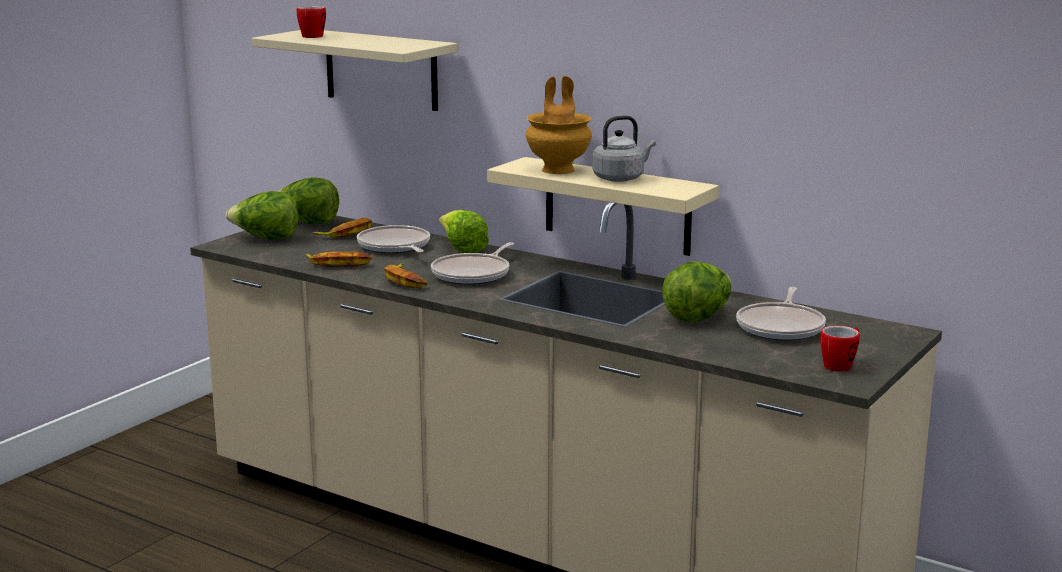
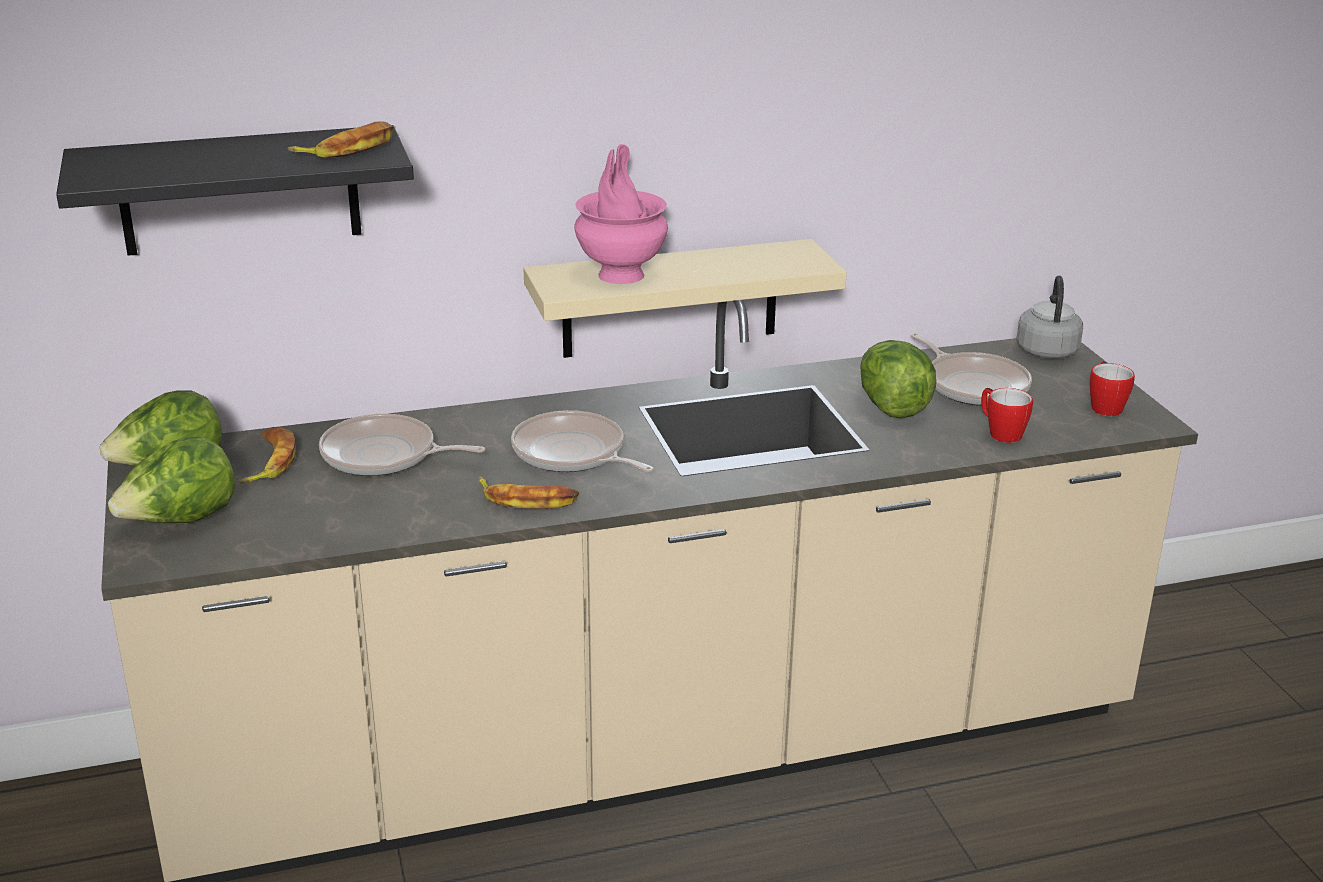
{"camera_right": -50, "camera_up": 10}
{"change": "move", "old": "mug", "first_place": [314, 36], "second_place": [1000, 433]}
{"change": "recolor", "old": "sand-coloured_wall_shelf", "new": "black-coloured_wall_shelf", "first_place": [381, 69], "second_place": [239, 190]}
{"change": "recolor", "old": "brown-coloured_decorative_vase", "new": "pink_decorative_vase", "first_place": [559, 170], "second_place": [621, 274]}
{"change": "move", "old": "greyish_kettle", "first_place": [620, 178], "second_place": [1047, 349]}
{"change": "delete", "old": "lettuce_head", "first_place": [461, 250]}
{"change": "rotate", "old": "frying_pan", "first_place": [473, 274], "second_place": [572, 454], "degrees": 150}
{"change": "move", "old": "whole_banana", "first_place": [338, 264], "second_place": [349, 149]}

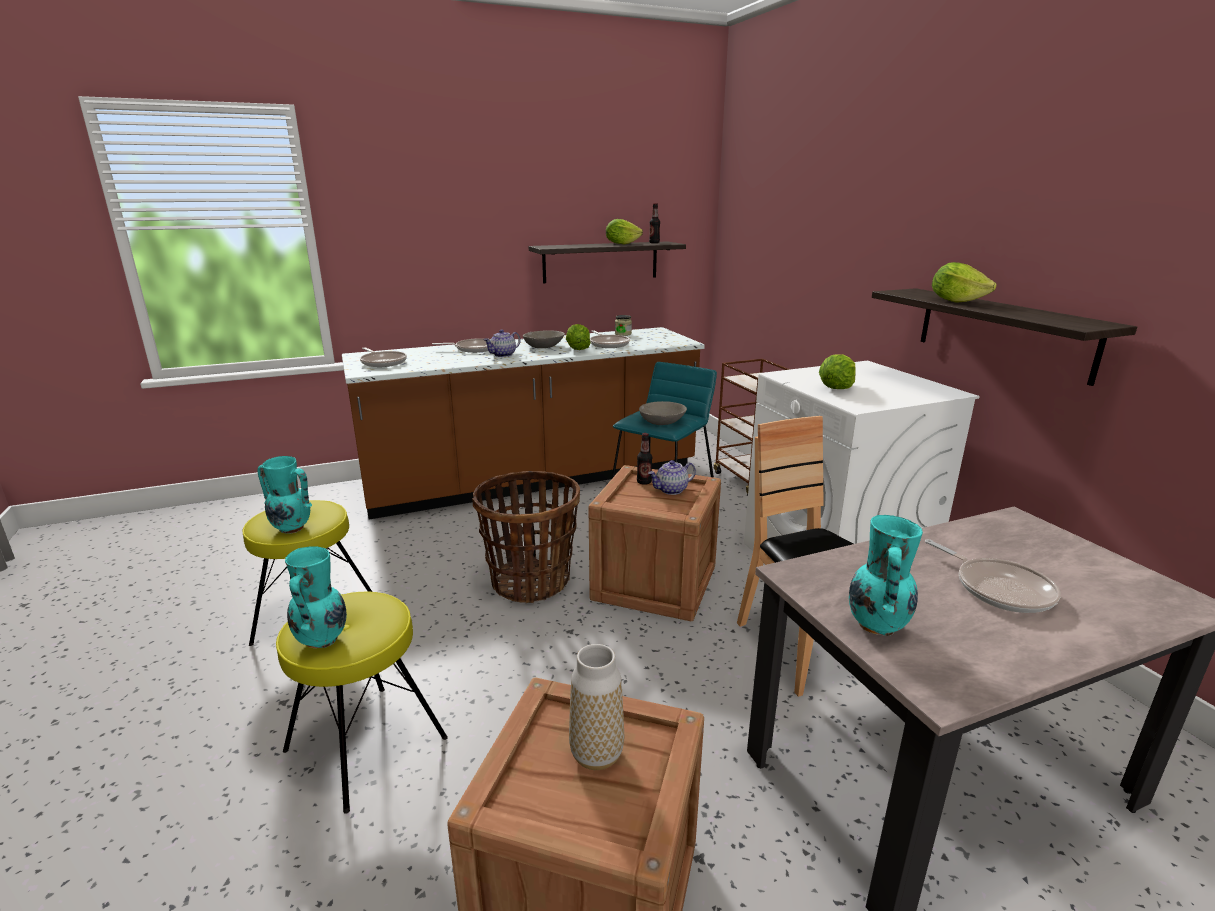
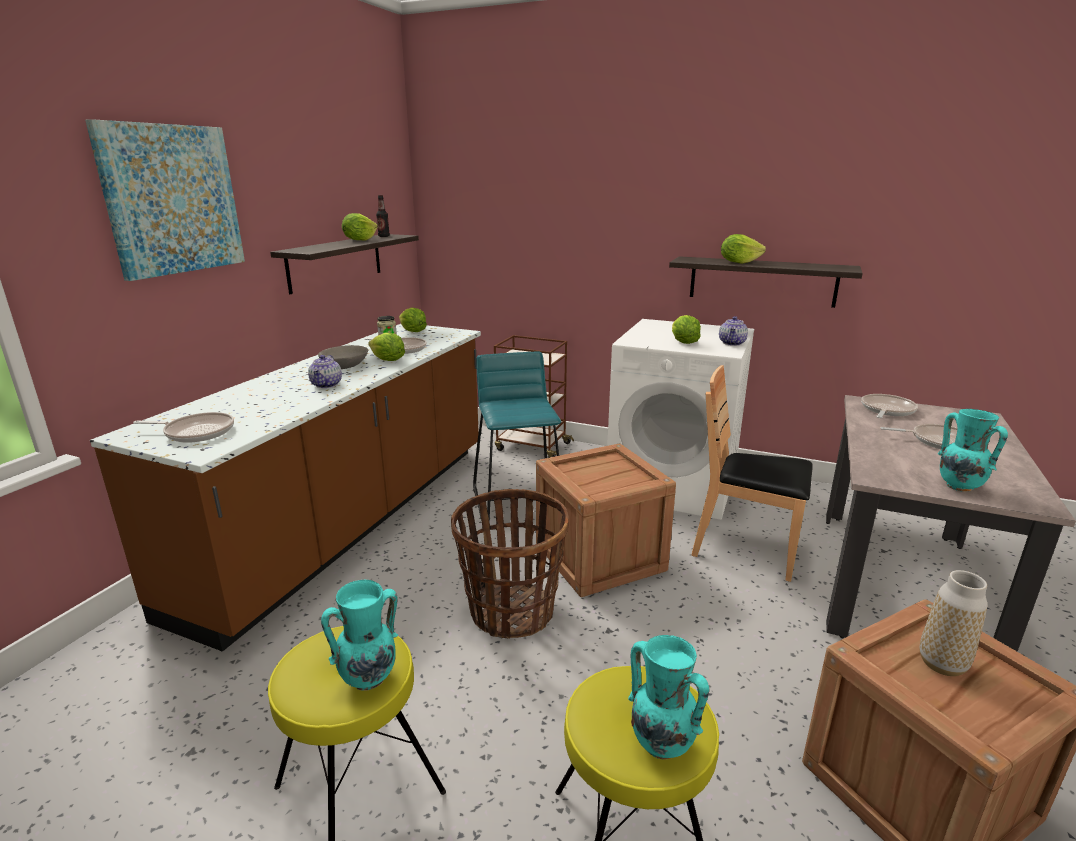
{"camera_right": -45, "camera_up": 0}
{"change": "move", "old": "frying_pan", "first_place": [473, 349], "second_place": [886, 410]}
{"change": "delete", "old": "greyish_bowl", "first_place": [662, 421]}
{"change": "delete", "old": "drink_bottle", "first_place": [644, 482]}
{"change": "move", "old": "tea_pot", "first_place": [671, 490], "second_place": [732, 343]}
{"change": "insert", "new": "picture", "second_place": [172, 200]}
{"change": "insert", "new": "lettuce_head", "second_place": [412, 332]}

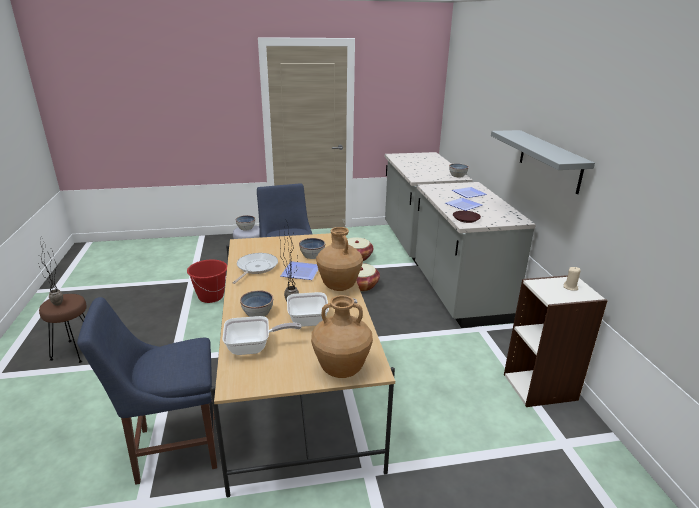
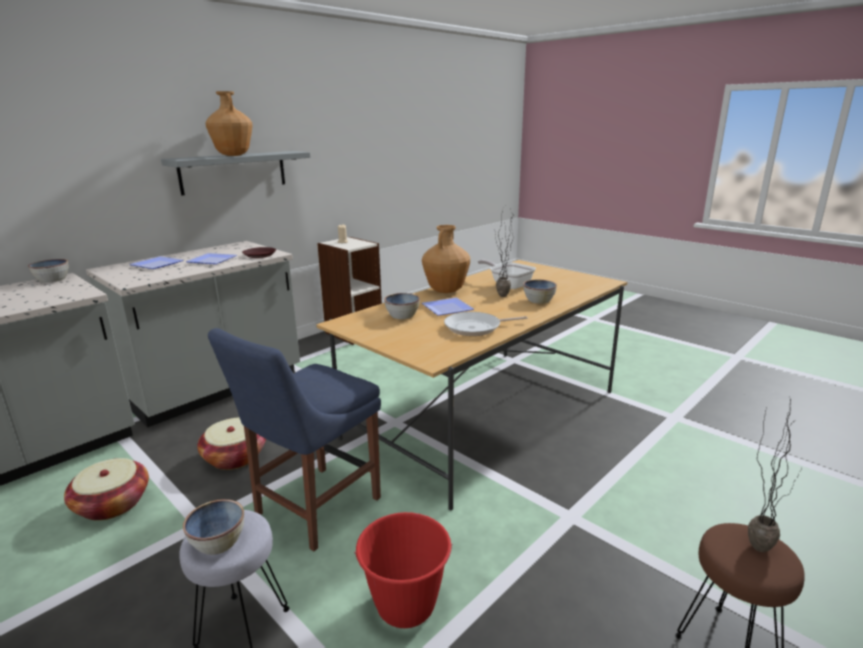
{"camera_right": -125, "camera_up": -5}
{"change": "move", "old": "brown-coloured_decorative_vase", "first_place": [342, 370], "second_place": [233, 155]}
{"change": "delete", "old": "bluish_plain_chair", "first_place": [172, 448]}
{"change": "delete", "old": "frying_pan", "first_place": [254, 347]}

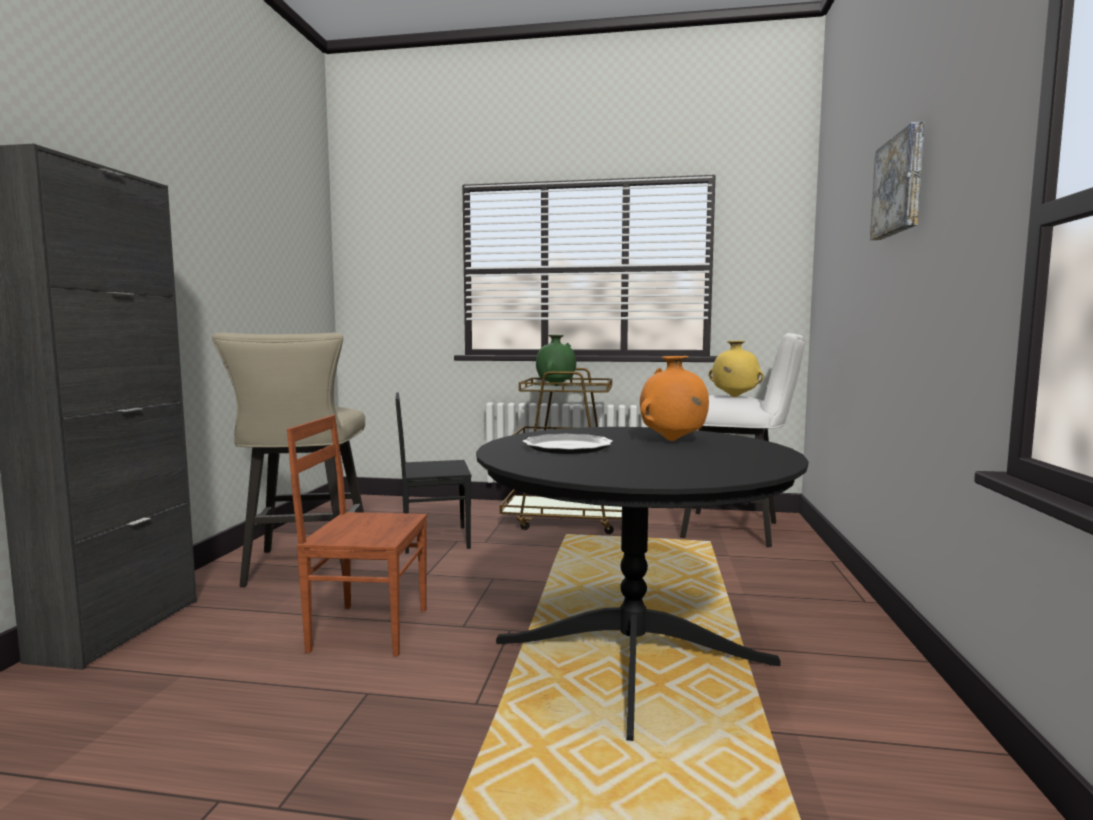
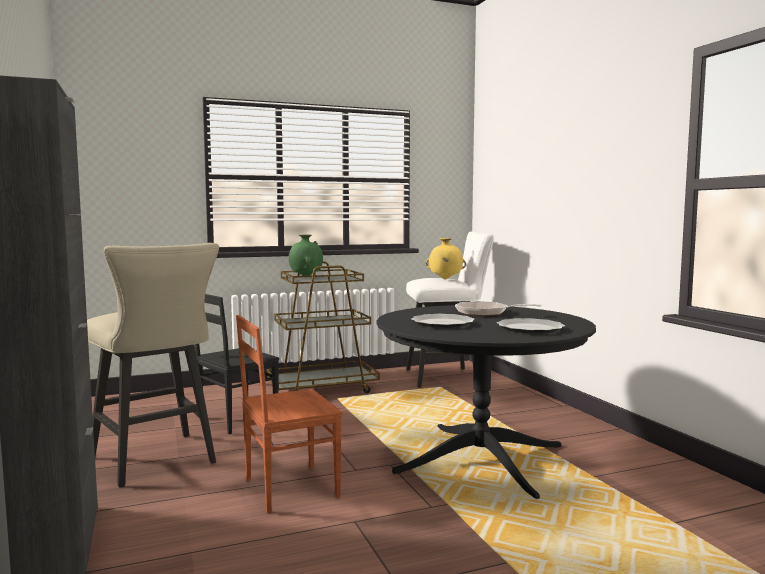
{"camera_right": -30, "camera_up": 0}
{"change": "delete", "old": "picture", "first_place": [901, 185]}
{"change": "replace", "old": "orange_decorative_vase", "new": "frying_pan", "first_place": [672, 440], "second_place": [486, 313]}
{"change": "insert", "new": "plate", "second_place": [530, 328]}

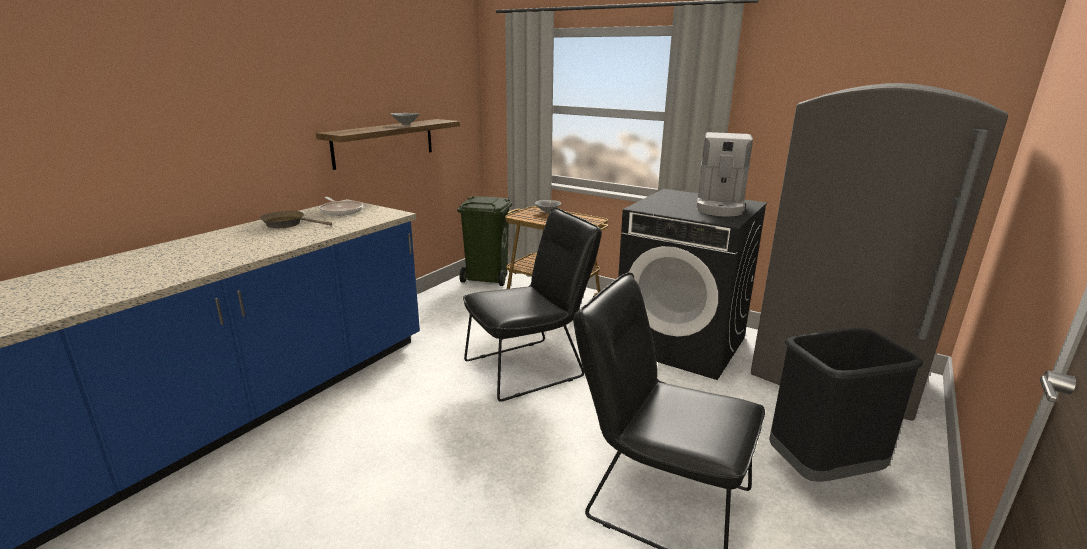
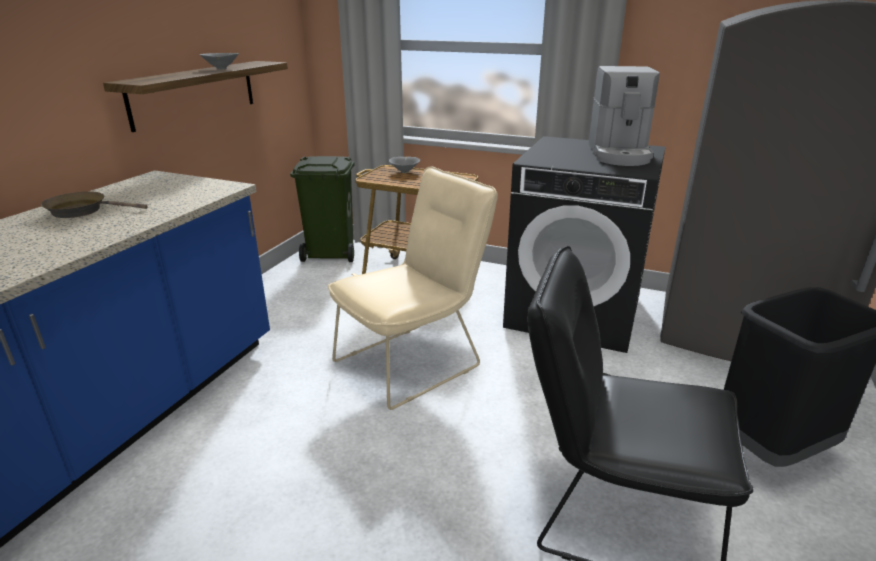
{"camera_right": -10, "camera_up": 5}
{"change": "delete", "old": "frying_pan", "first_place": [341, 211]}
{"change": "recolor", "old": "black-coloured_plain_chair", "new": "sand-coloured_plain_chair", "first_place": [531, 367], "second_place": [415, 360]}

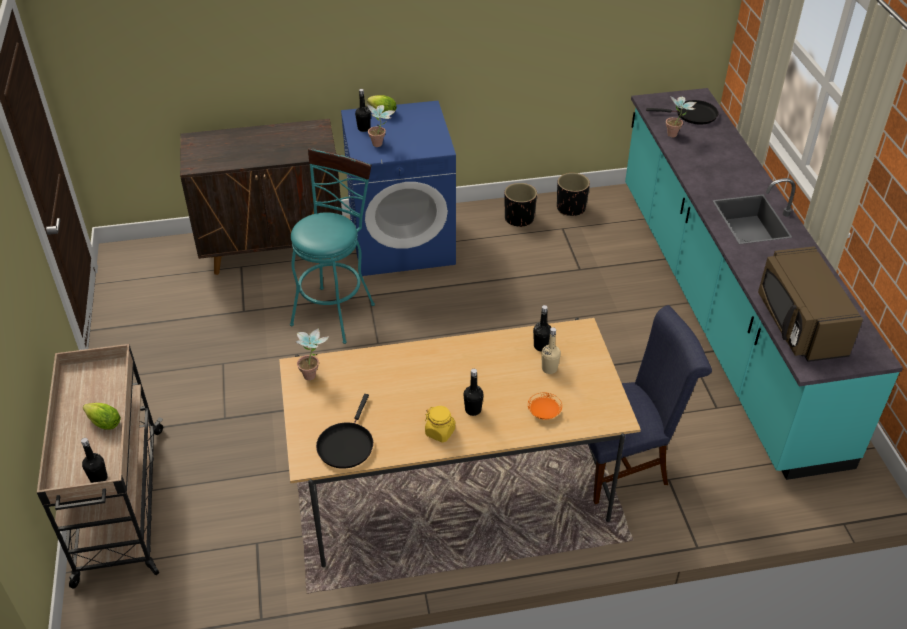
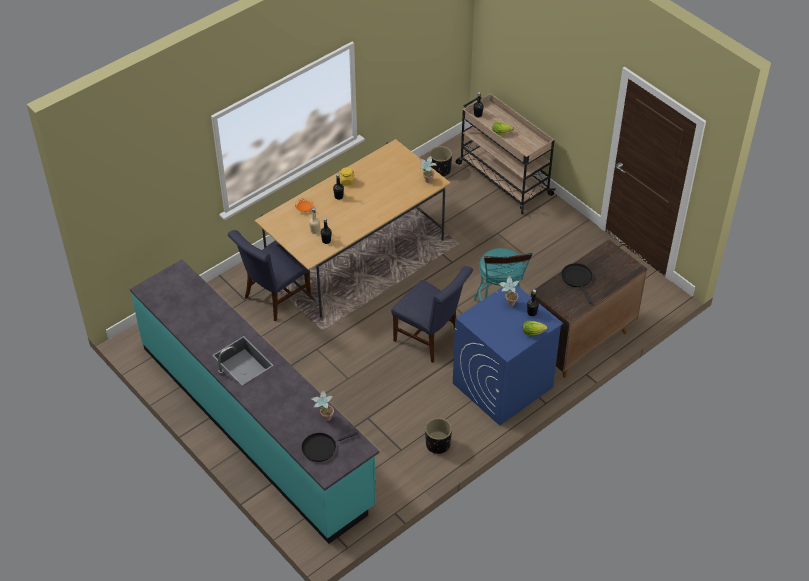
{"camera_right": 150, "camera_up": 5}
{"change": "move", "old": "black-coloured_planter", "first_place": [571, 208], "second_place": [440, 170]}
{"change": "delete", "old": "brown-coloured_microwave", "first_place": [799, 324]}
{"change": "move", "old": "black-coloured_frying_pan", "first_place": [346, 444], "second_place": [577, 279]}
{"change": "insert", "new": "bluish_plain_chair", "second_place": [431, 339]}

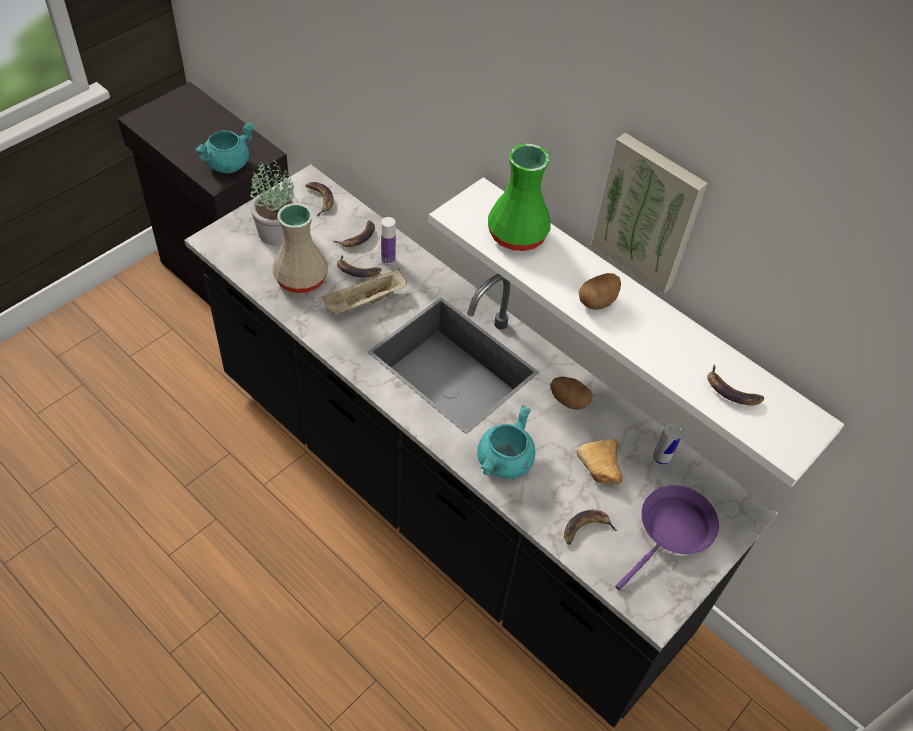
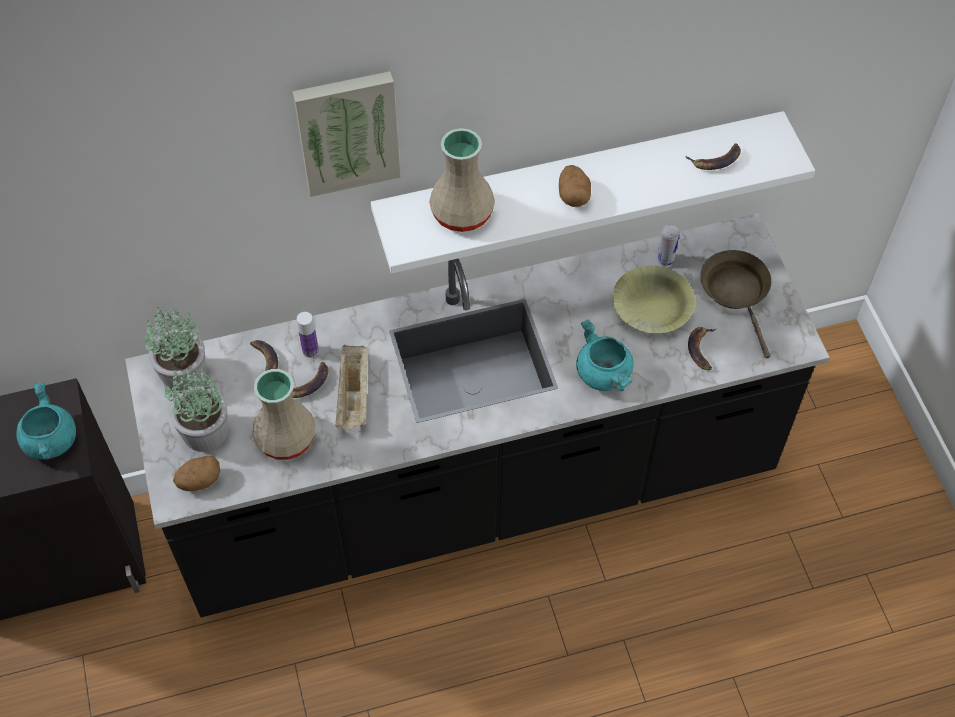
{"camera_right": -55, "camera_up": 5}
{"change": "move", "old": "picture", "first_place": [649, 212], "second_place": [347, 131]}
{"change": "recolor", "old": "green-coloured_decorative_vase", "new": "sand-coloured_decorative_vase", "first_place": [517, 236], "second_place": [463, 213]}
{"change": "replace", "old": "whole_banana", "new": "potted_plant", "first_place": [319, 199], "second_place": [185, 373]}
{"change": "move", "old": "spud", "first_place": [568, 400], "second_place": [199, 481]}
{"change": "replace", "old": "bread", "new": "yellow-coloured_bowl", "first_place": [601, 469], "second_place": [651, 308]}
{"change": "recolor", "old": "purple-coloured_frying_pan", "new": "brown-coloured_frying_pan", "first_place": [671, 532], "second_place": [736, 293]}

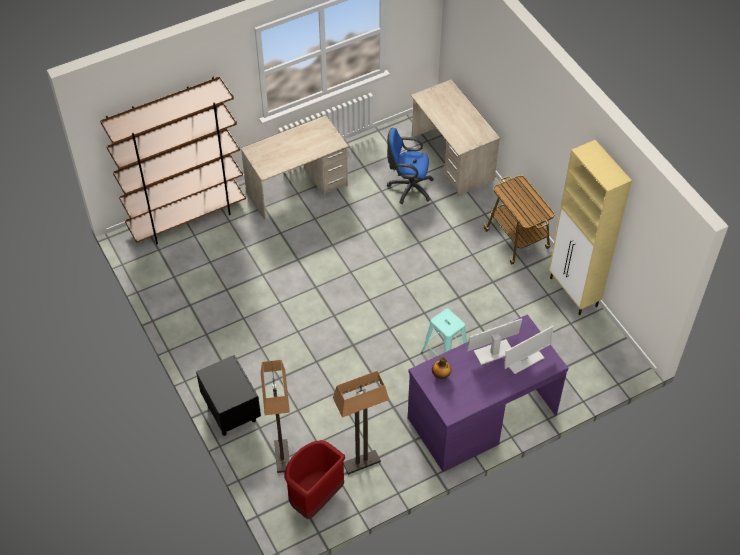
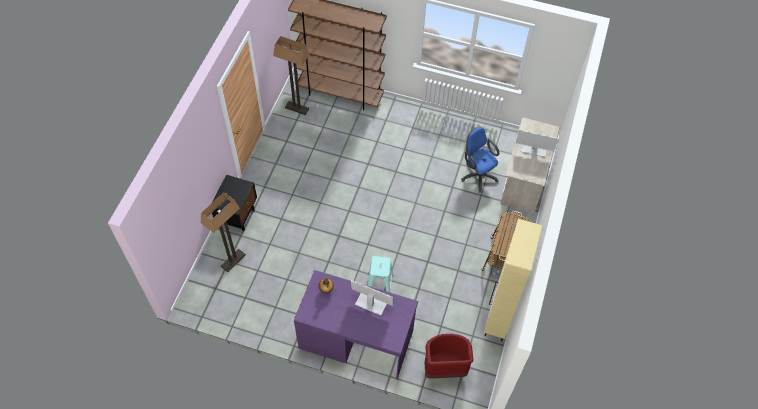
{"camera_right": 45, "camera_up": 5}
{"change": "delete", "old": "sand-coloured_desk_unit", "first_place": [297, 189]}
{"change": "move", "old": "computer_display", "first_place": [524, 360], "second_place": [533, 150]}
{"change": "move", "old": "floor_lamp", "first_place": [361, 463], "second_place": [296, 108]}
{"change": "move", "old": "red_rubbish_bin", "first_place": [315, 498], "second_place": [444, 369]}

